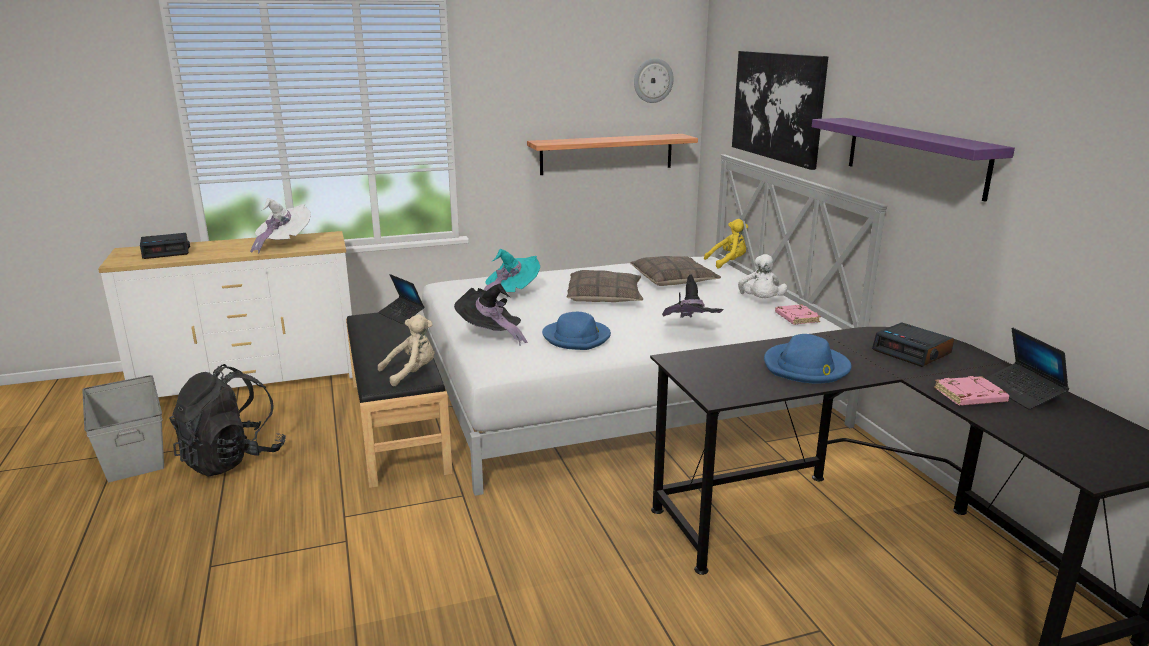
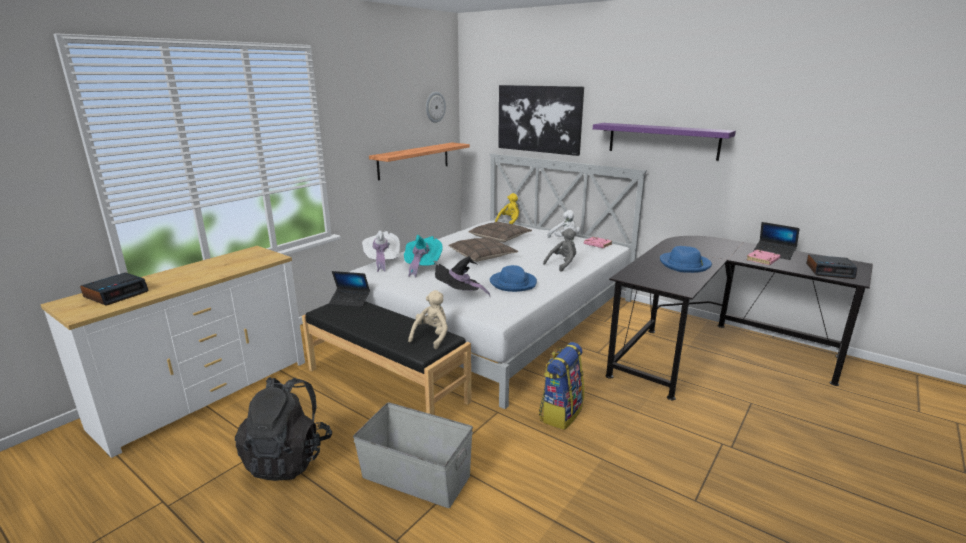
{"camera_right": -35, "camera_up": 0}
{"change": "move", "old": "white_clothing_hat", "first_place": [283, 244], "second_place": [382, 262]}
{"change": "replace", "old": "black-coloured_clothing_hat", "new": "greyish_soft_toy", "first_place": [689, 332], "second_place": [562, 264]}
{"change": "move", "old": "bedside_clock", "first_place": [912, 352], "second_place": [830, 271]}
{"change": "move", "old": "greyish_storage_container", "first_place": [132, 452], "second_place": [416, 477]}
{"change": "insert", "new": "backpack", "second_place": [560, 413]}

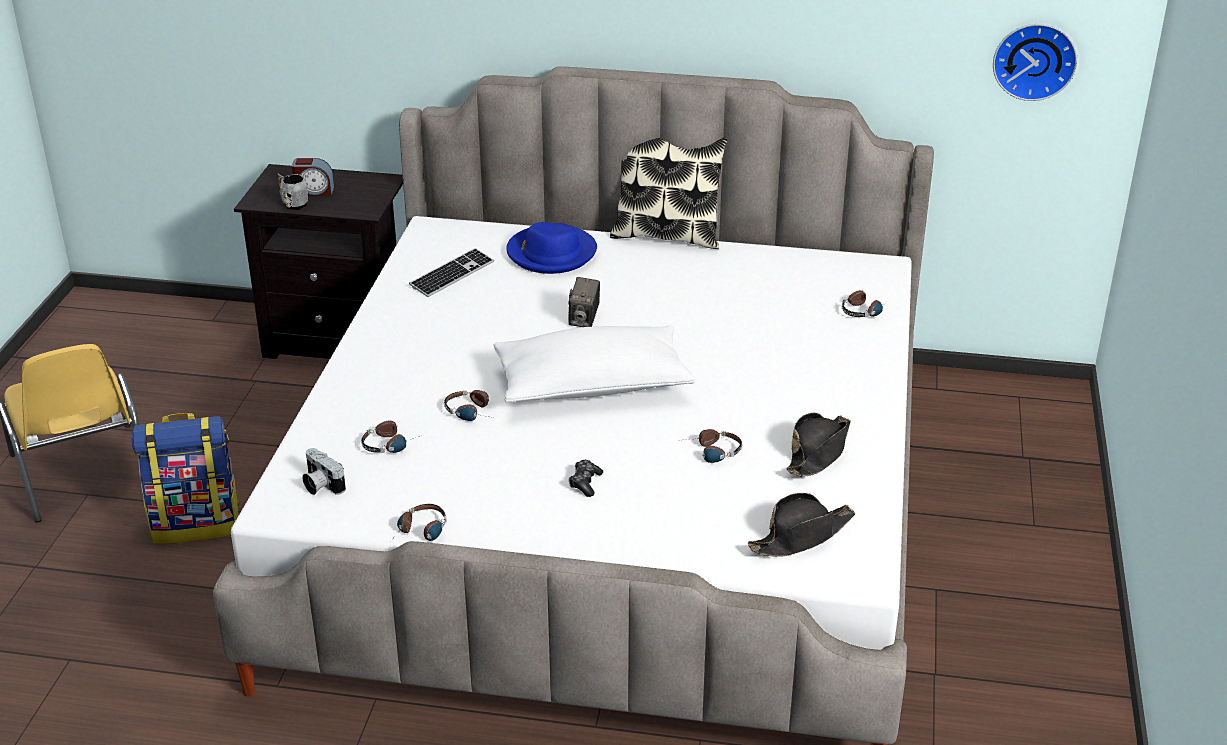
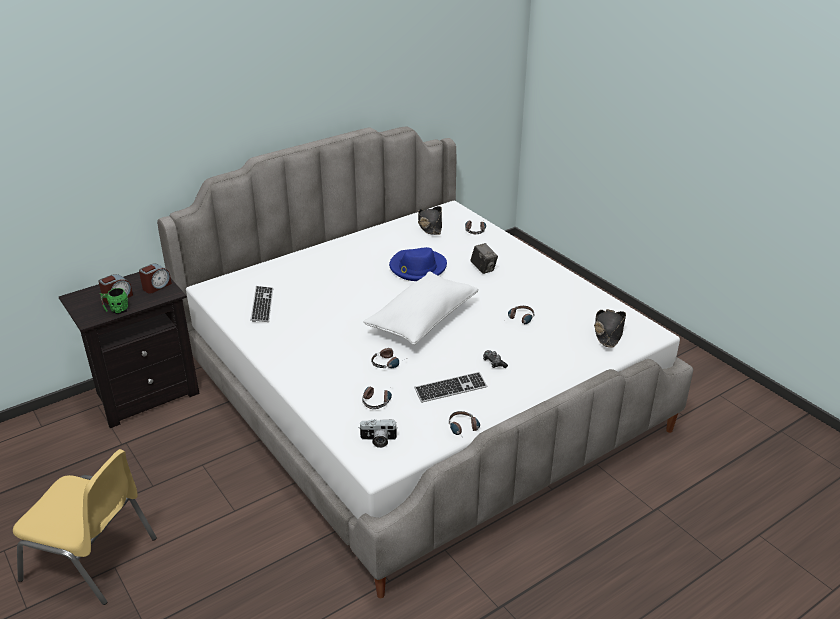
{"camera_right": -45, "camera_up": 0}
{"change": "delete", "old": "hanging_clock", "first_place": [1034, 60]}
{"change": "delete", "old": "cushion", "first_place": [667, 235]}
{"change": "recolor", "old": "greyish_mug", "new": "green-coloured_mug", "first_place": [293, 204], "second_place": [116, 310]}
{"change": "move", "old": "bluish_clothing_hat", "first_place": [551, 253], "second_place": [417, 268]}
{"change": "move", "old": "photo_camera", "first_place": [584, 320], "second_place": [483, 268]}
{"change": "move", "old": "black-coloured_clothing_hat", "first_place": [818, 452], "second_place": [430, 226]}
{"change": "delete", "old": "backpack", "first_place": [196, 523]}
{"change": "insert", "new": "bedside_clock", "second_place": [156, 286]}
{"change": "insert", "new": "computer_keyboard", "second_place": [450, 389]}

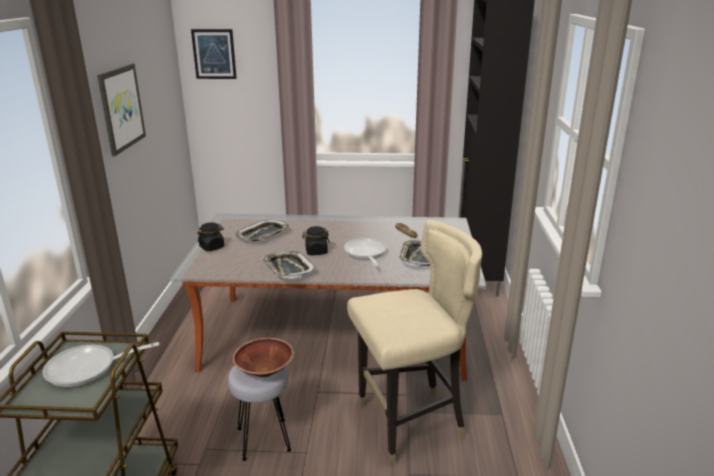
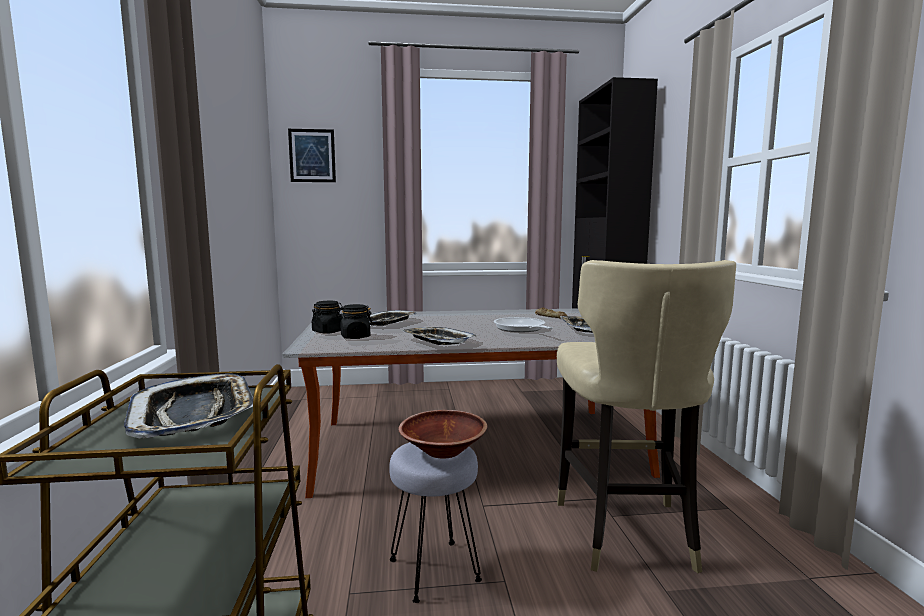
{"camera_right": -10, "camera_up": -15}
{"change": "delete", "old": "picture", "first_place": [121, 108]}
{"change": "rotate", "old": "sand-coloured_plain_chair", "first_place": [409, 425], "second_place": [625, 532], "degrees": 120}
{"change": "move", "old": "black-coloured_storage_jar", "first_place": [316, 251], "second_place": [355, 337]}
{"change": "replace", "old": "frying_pan", "new": "serving_tray", "first_place": [88, 369], "second_place": [195, 414]}

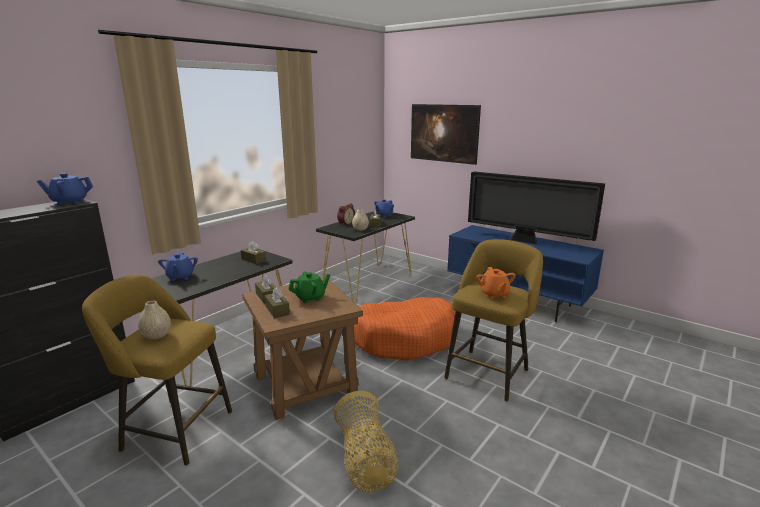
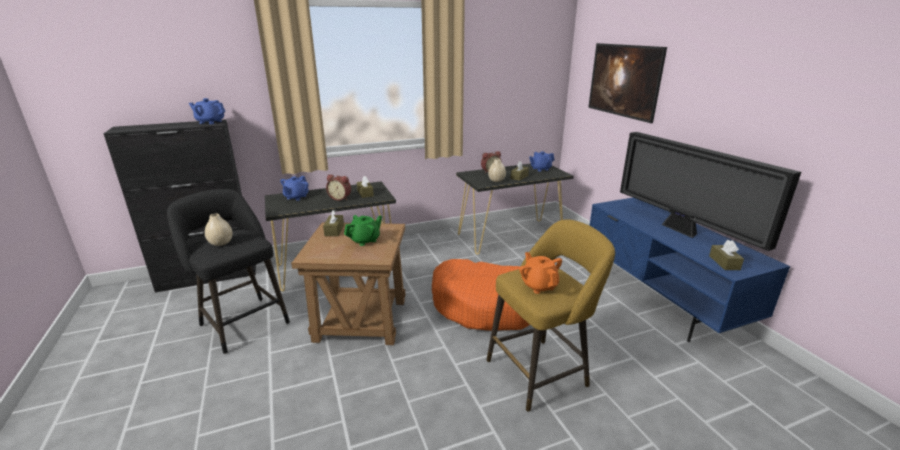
{"camera_right": 30, "camera_up": 5}
{"change": "rotate", "old": "orange_tea_pot", "first_place": [494, 294], "second_place": [539, 285], "degrees": 135}
{"change": "rotate", "old": "green-coloured_tea_pot", "first_place": [310, 298], "second_place": [365, 240], "degrees": -45}
{"change": "recolor", "old": "yellow-coloured_stool_seat", "new": "black-coloured_stool_seat", "first_place": [173, 429], "second_place": [242, 322]}
{"change": "move", "old": "brown-coloured_box_of_tissues", "first_place": [277, 310], "second_place": [724, 262]}
{"change": "delete", "old": "household_basket", "first_place": [365, 460]}
{"change": "insert", "new": "bedside_clock", "second_place": [340, 198]}

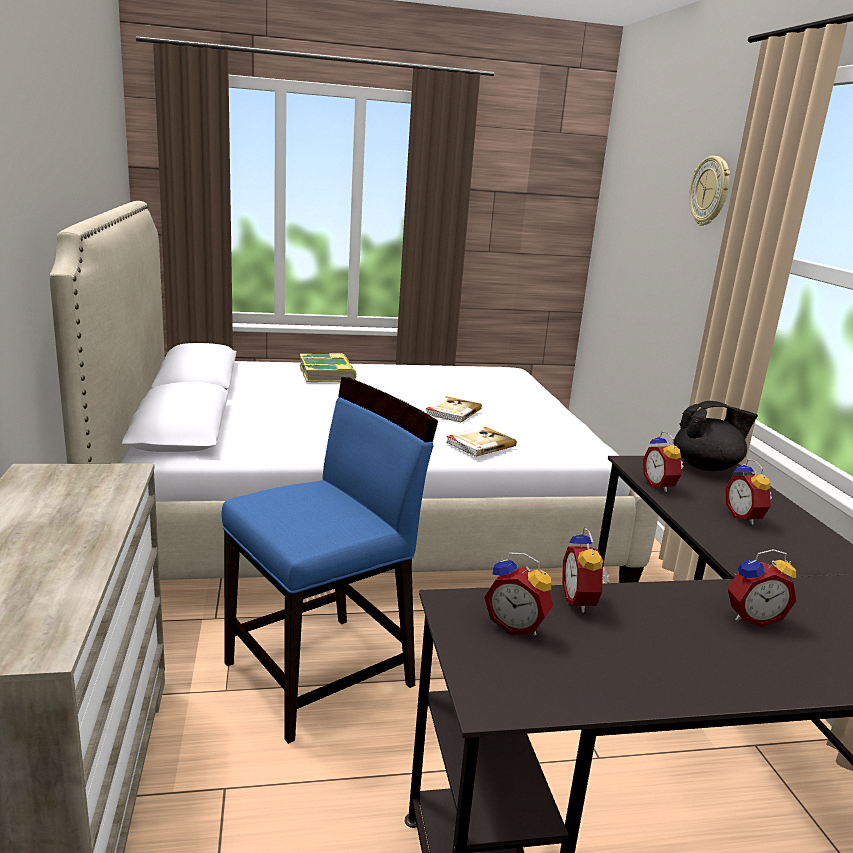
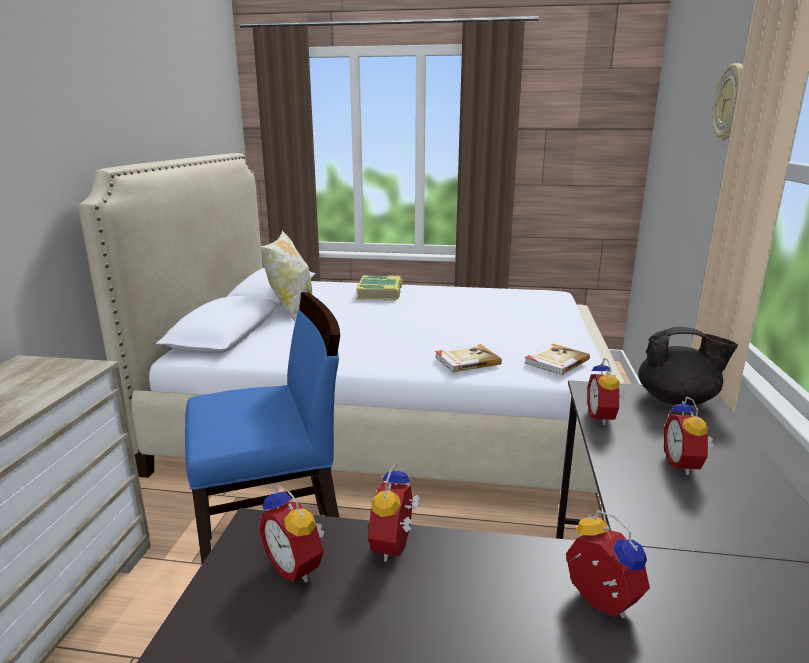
{"camera_right": 20, "camera_up": 0}
{"change": "move", "old": "book", "first_place": [452, 411], "second_place": [555, 361]}
{"change": "rotate", "old": "bedside_clock", "first_place": [752, 617], "second_place": [597, 603], "degrees": -135}
{"change": "insert", "new": "cushion", "second_place": [291, 309]}

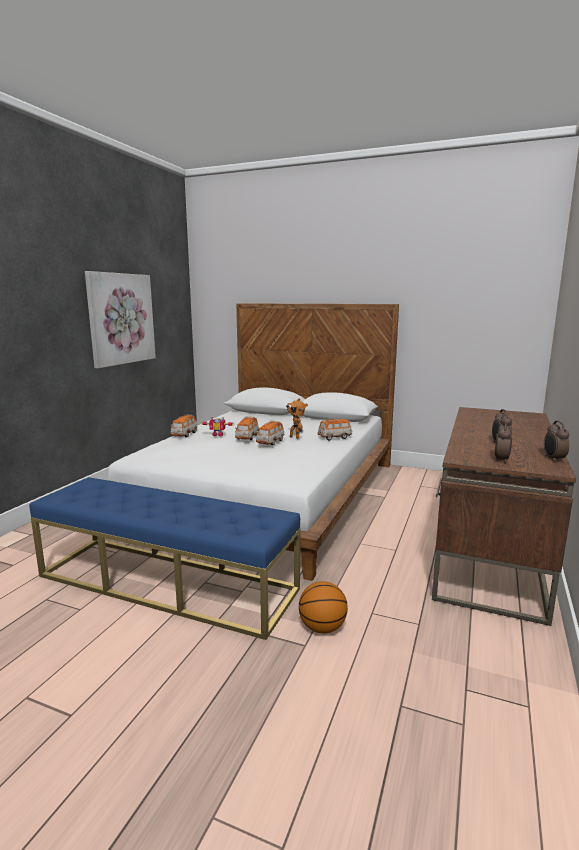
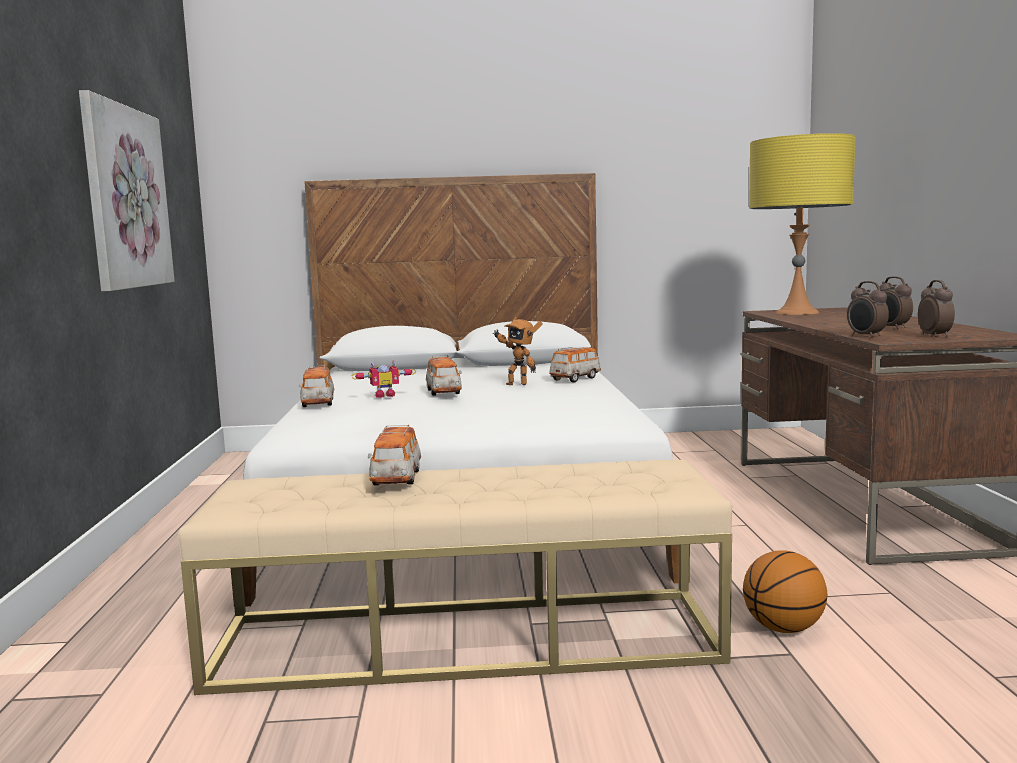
{"camera_right": -25, "camera_up": -5}
{"change": "move", "old": "model_car", "first_place": [270, 442], "second_place": [396, 479]}
{"change": "move", "old": "bedside_clock", "first_place": [553, 459], "second_place": [866, 336]}
{"change": "recolor", "old": "bluish_indoor_bench", "new": "sand-coloured_indoor_bench", "first_place": [167, 582], "second_place": [467, 639]}
{"change": "insert", "new": "yellow-coloured_lamp_for_a_table", "second_place": [797, 312]}

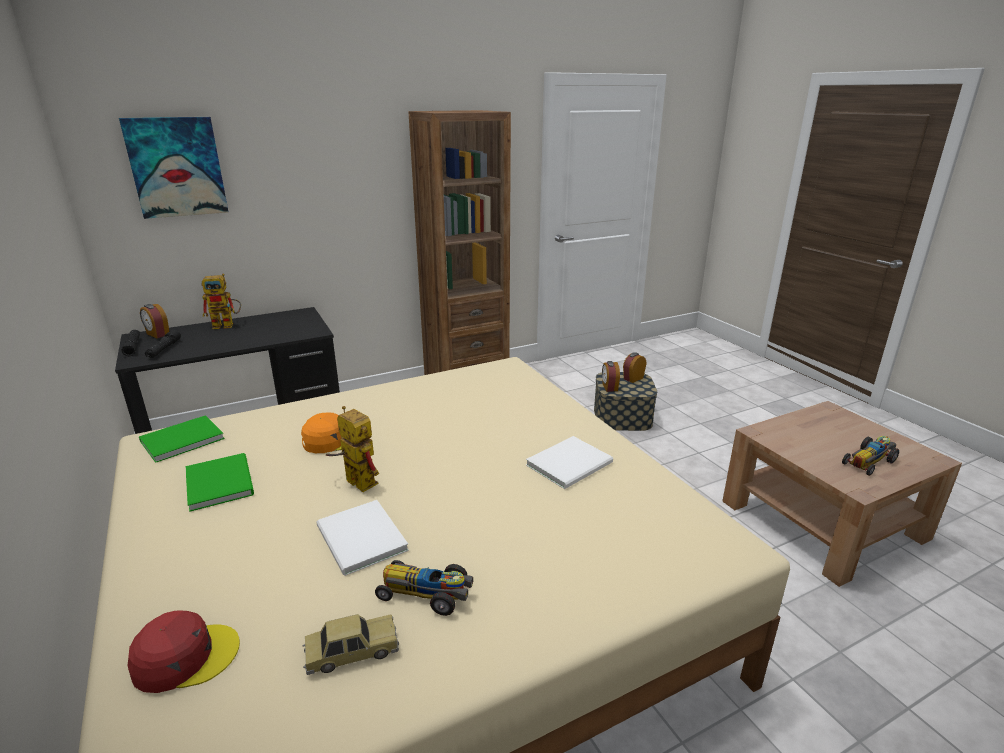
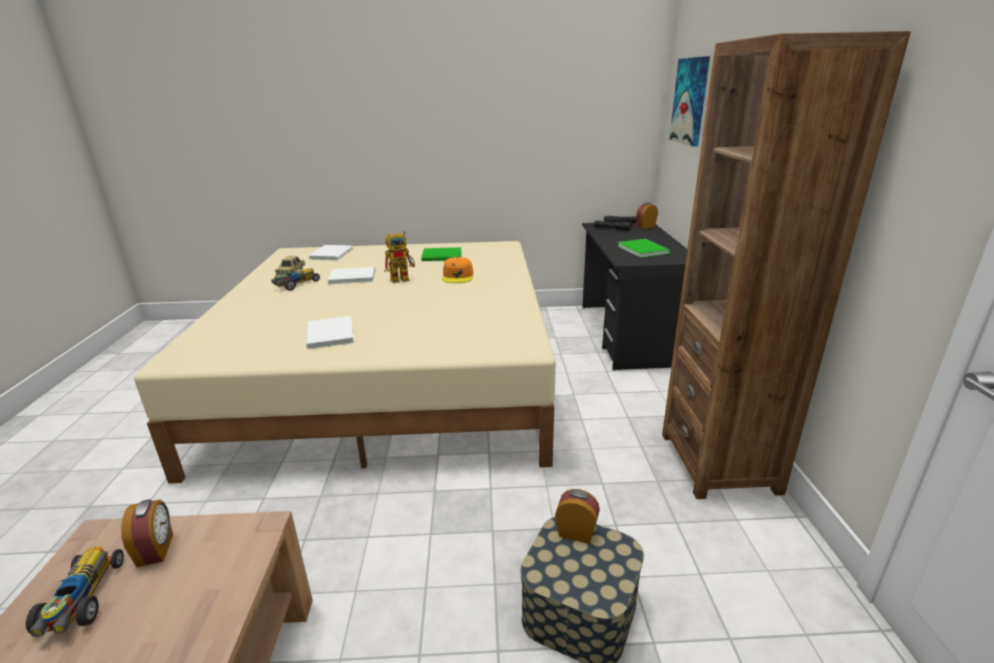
{"camera_right": 115, "camera_up": 0}
{"change": "delete", "old": "toy_robot", "first_place": [228, 325]}
{"change": "move", "old": "bedside_clock", "first_place": [633, 378], "second_place": [156, 550]}
{"change": "move", "old": "green-coloured_book", "first_place": [179, 440], "second_place": [643, 249]}
{"change": "replace", "old": "red_peaked_cap", "new": "white_book", "first_place": [185, 657], "second_place": [333, 253]}

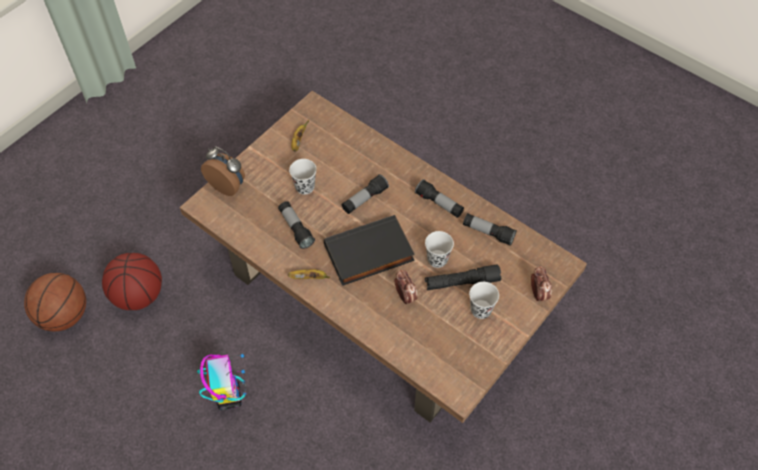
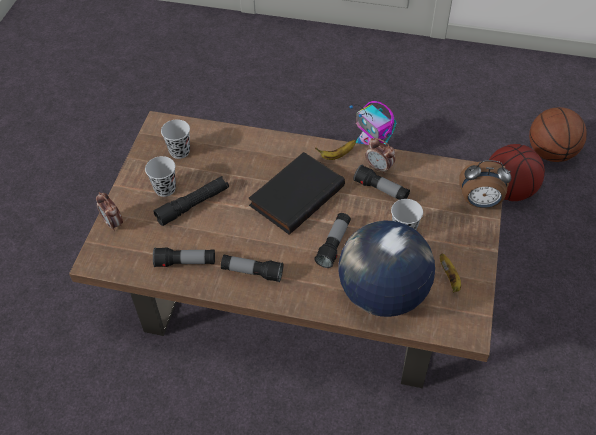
{"camera_right": 155, "camera_up": -5}
{"change": "move", "old": "black-coloured_drinking_cup", "first_place": [437, 259], "second_place": [179, 151]}
{"change": "move", "old": "bedside_clock", "first_place": [405, 296], "second_place": [379, 168]}
{"change": "insert", "new": "world_globe", "second_place": [382, 293]}

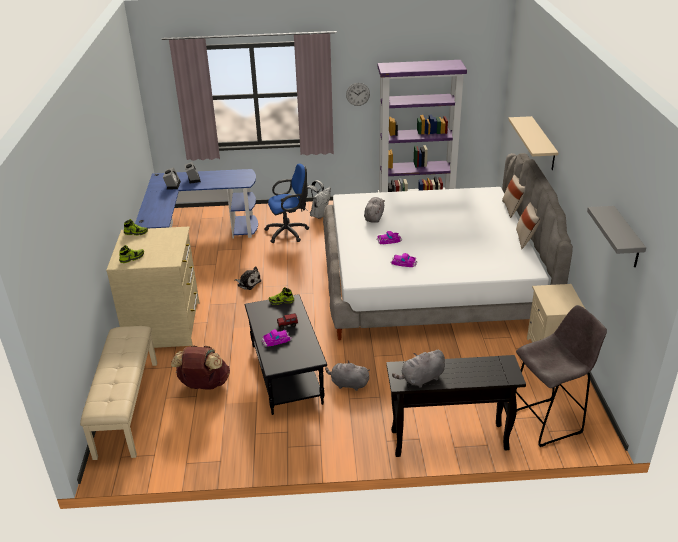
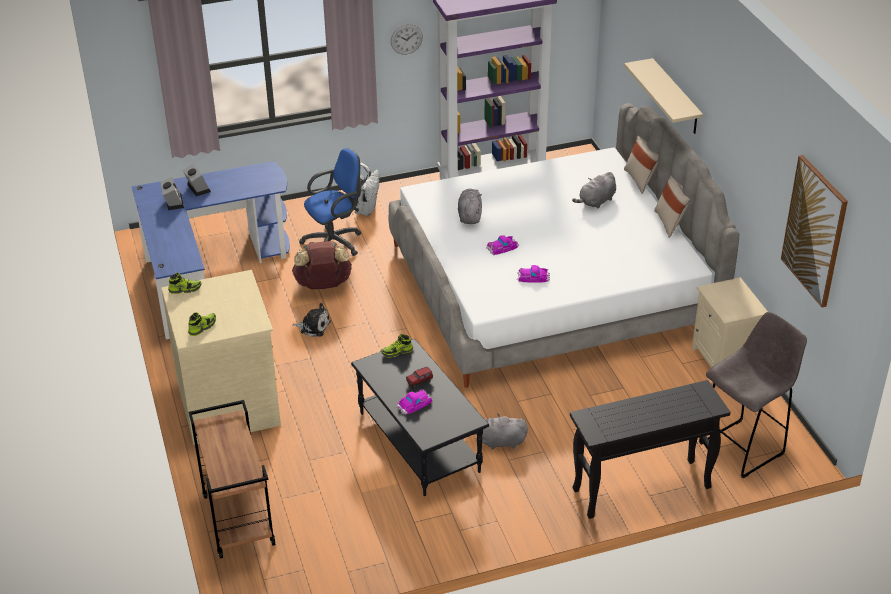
{"camera_right": -15, "camera_up": 5}
{"change": "replace", "old": "greyish_wall_shelf", "new": "picture", "first_place": [626, 238], "second_place": [814, 231]}
{"change": "replace", "old": "sand-coloured_indoor_bench", "new": "brown-coloured_cart", "first_place": [126, 407], "second_place": [237, 519]}
{"change": "move", "old": "brown-coloured_backpack", "first_place": [204, 385], "second_place": [323, 285]}
{"change": "move", "old": "greyish_soft_toy", "first_place": [421, 379], "second_place": [596, 202]}

